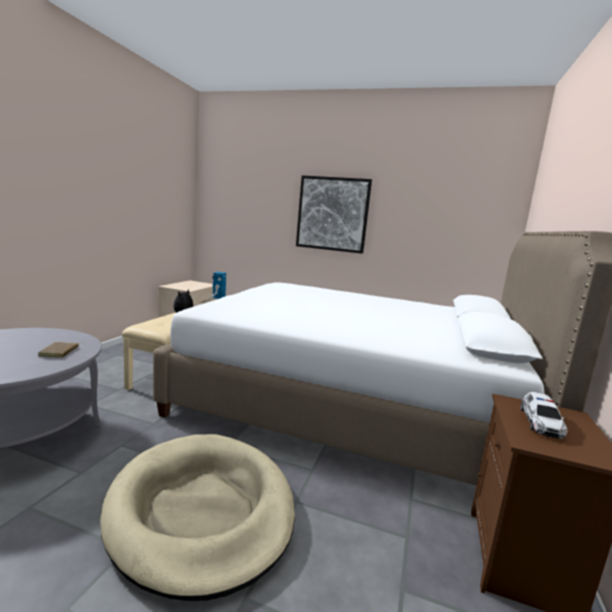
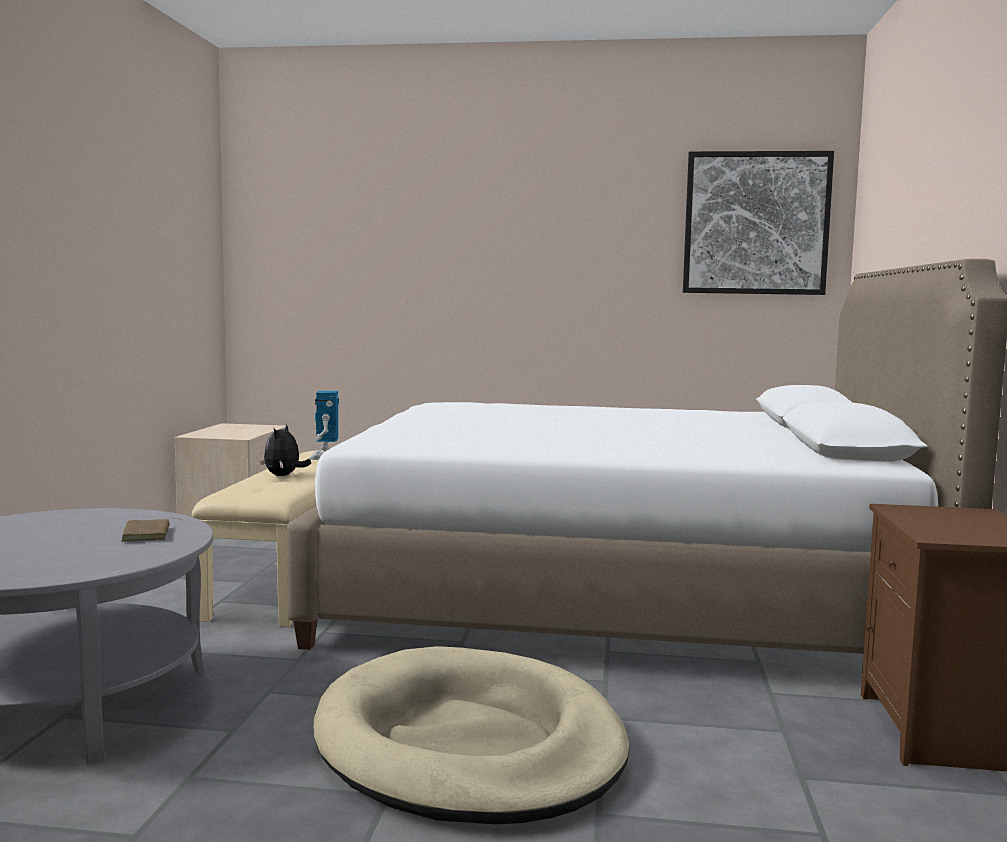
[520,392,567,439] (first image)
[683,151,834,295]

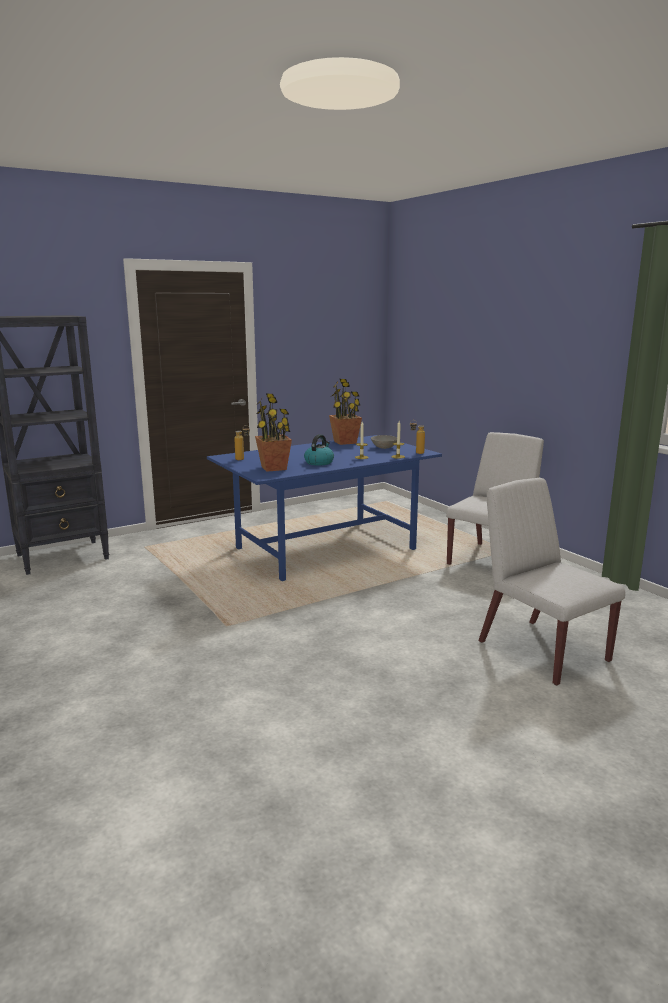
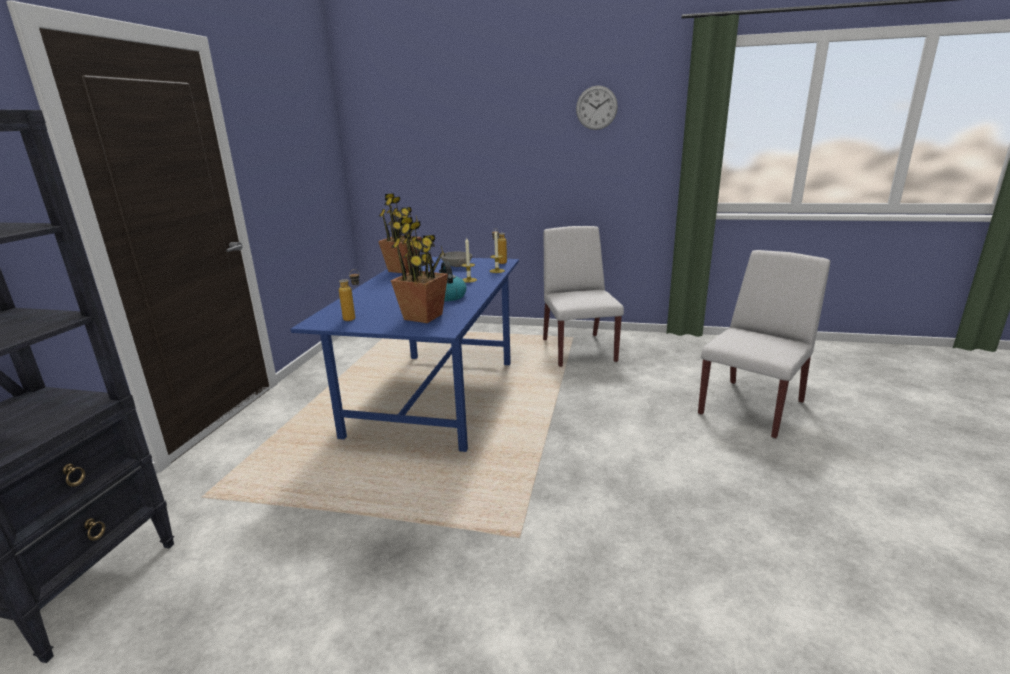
[576,85,618,130]
[698,250,830,439]

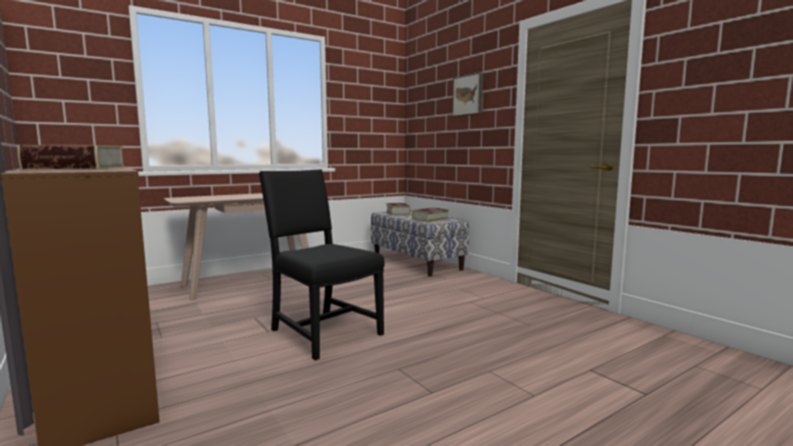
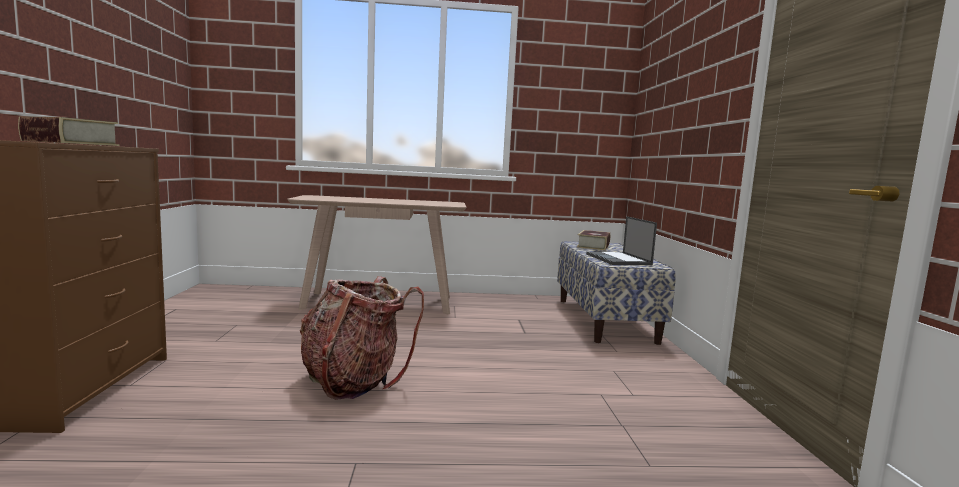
[452,73,483,117] (first image)
[300,276,424,400]
[586,216,657,265]

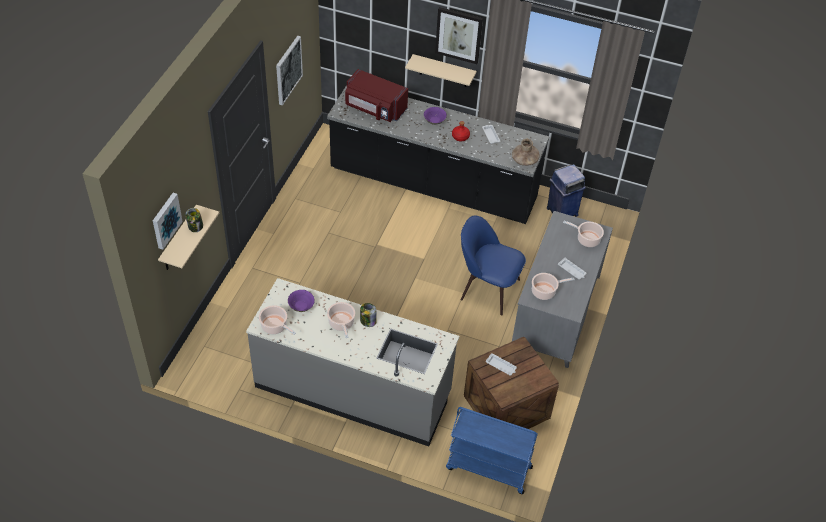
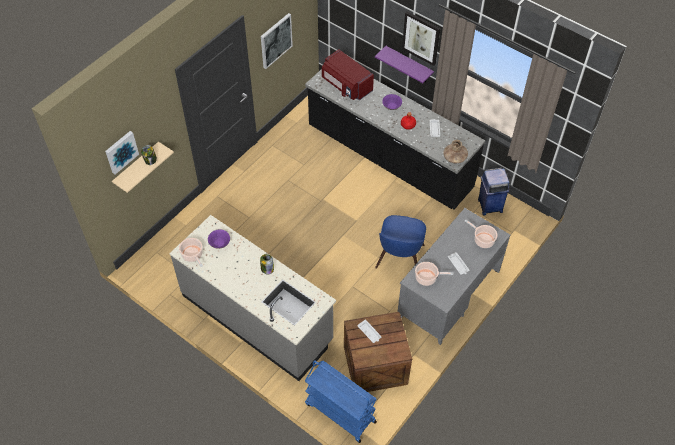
[327,302,355,338] (first image)
[375,46,434,83]
[375,215,426,269]

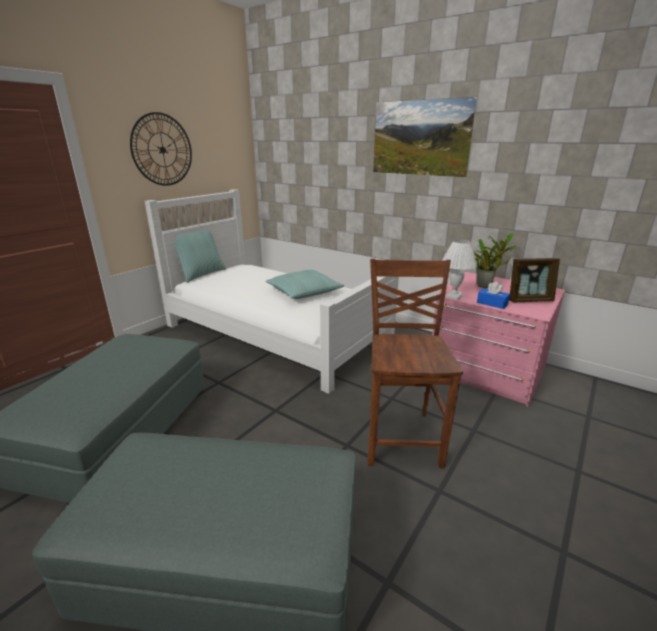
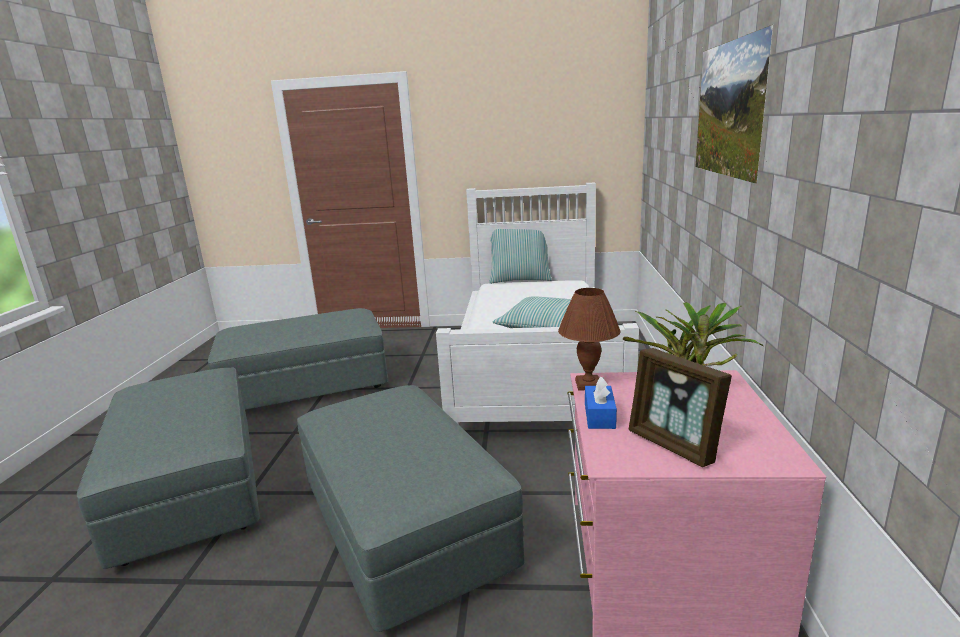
[130,112,192,186] (first image)
[297,385,524,632]
[558,288,621,391]

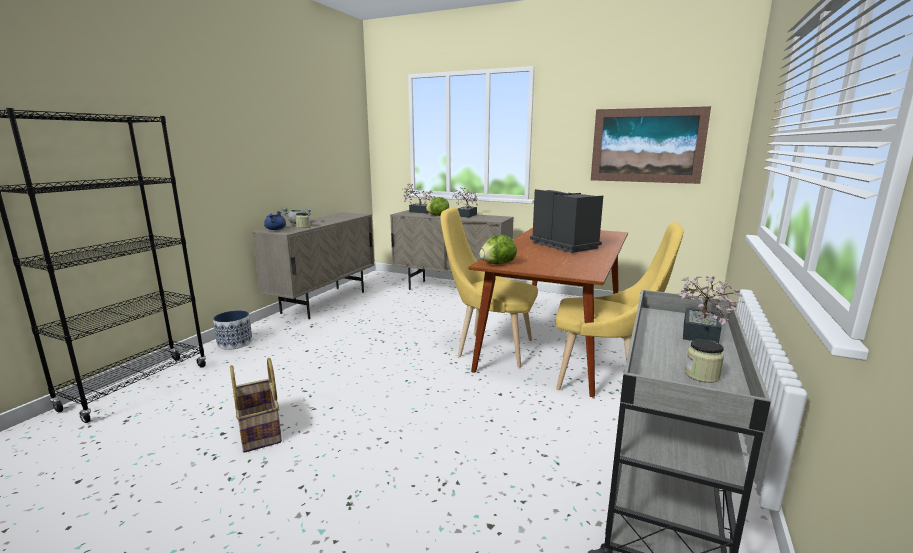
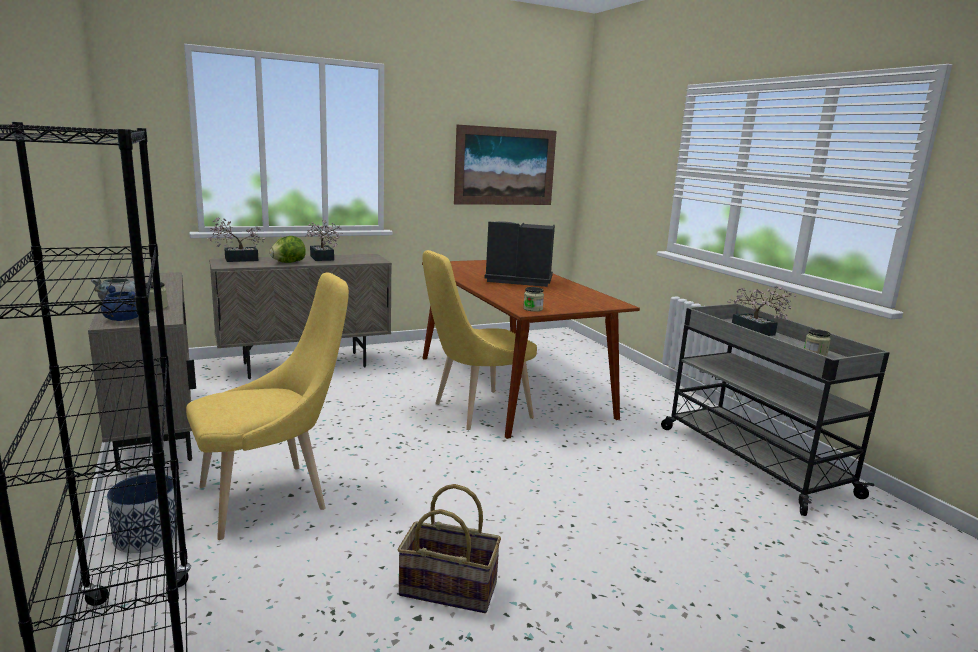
[186,272,349,540]
[523,287,544,312]

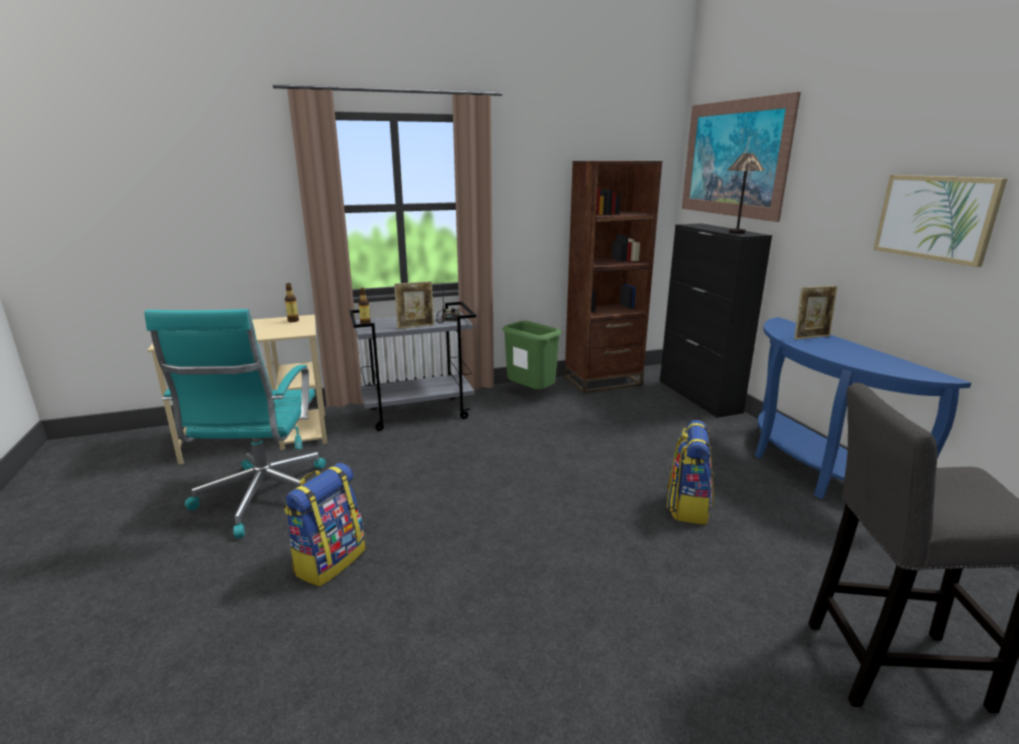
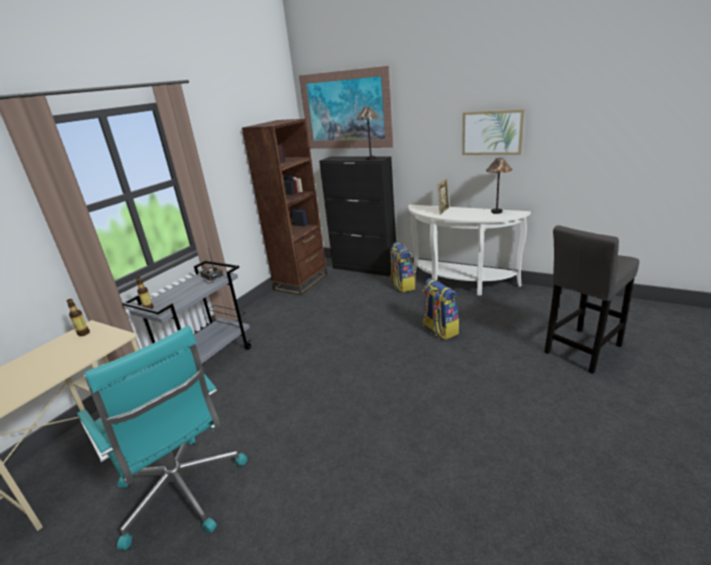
[394,281,434,329] (first image)
[502,321,562,390] (first image)
[486,158,512,214]
[390,242,415,292]
[408,205,531,296]

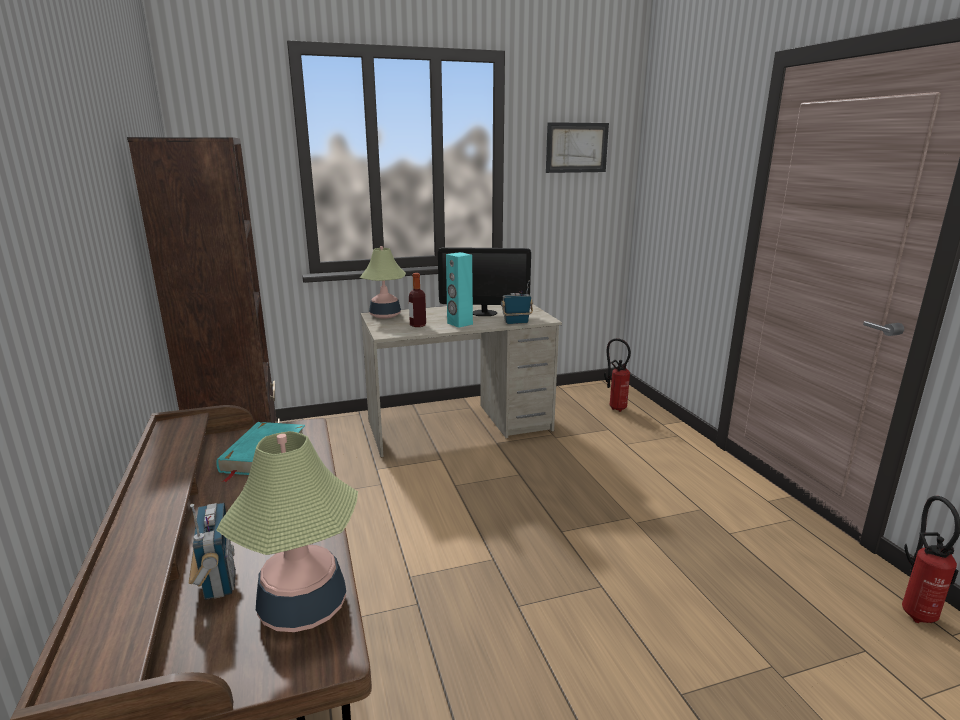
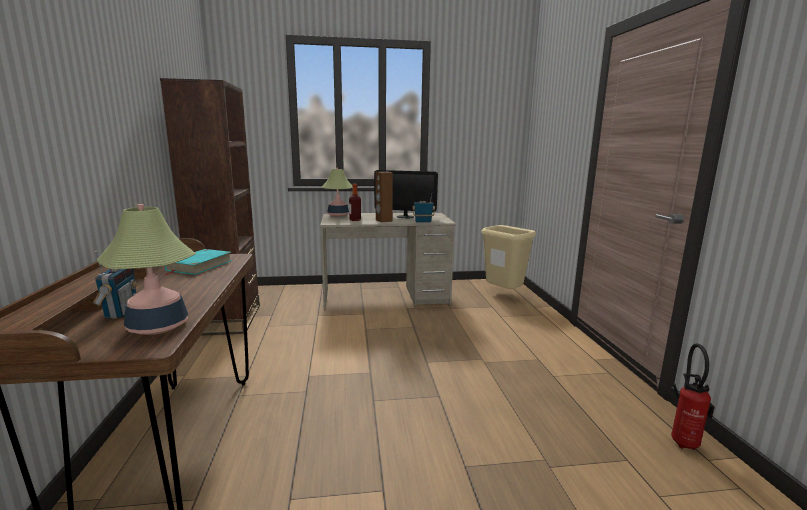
[546,122,609,173] (first image)
[481,225,536,289]
[375,171,393,222]

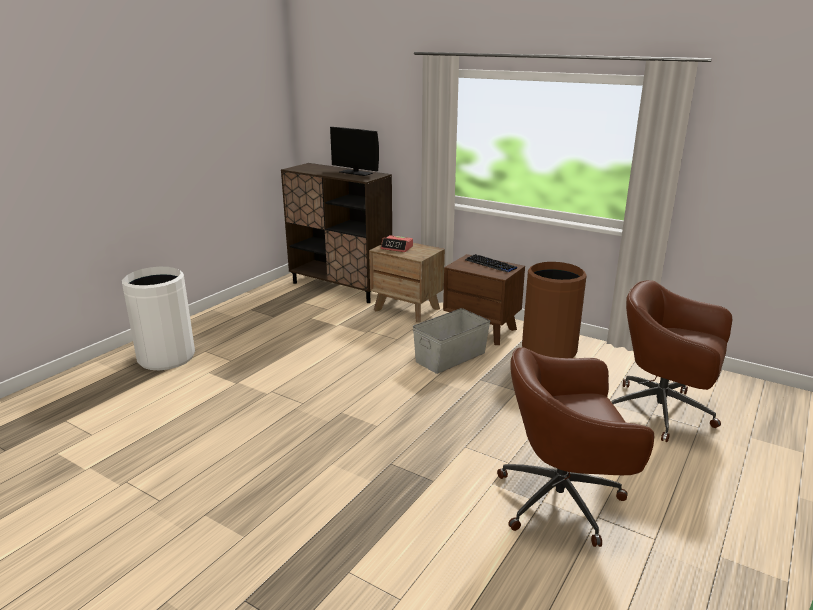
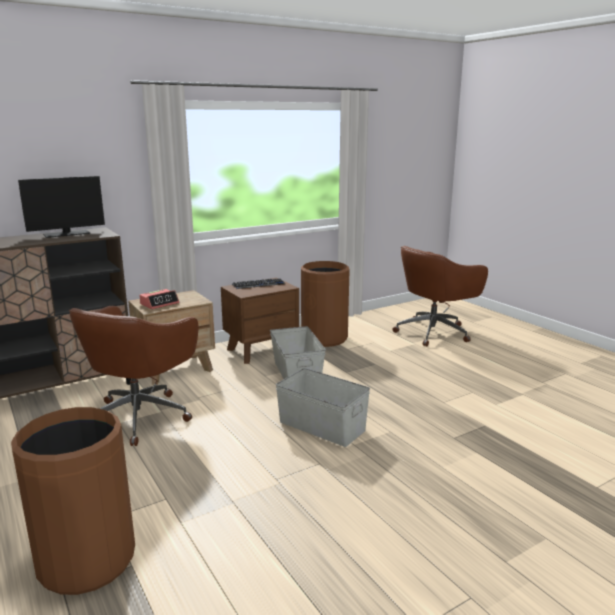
[276,368,370,447]
[69,306,198,446]
[11,407,135,595]

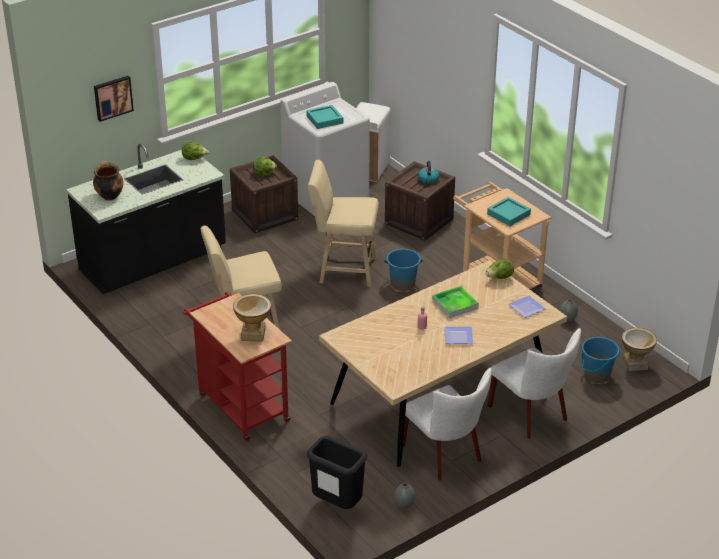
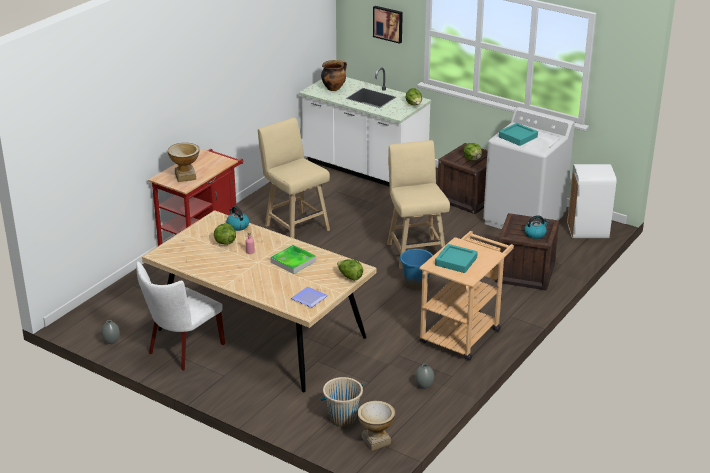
[307,436,367,509] (first image)
[444,326,473,344] (first image)
[488,328,581,439] (first image)
[214,223,236,245]
[226,206,249,231]
[299,67,431,186]
[321,377,363,427]

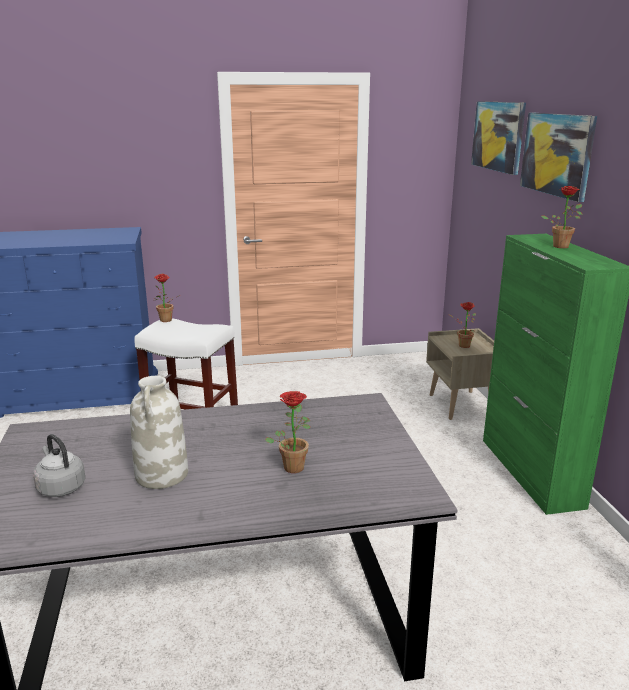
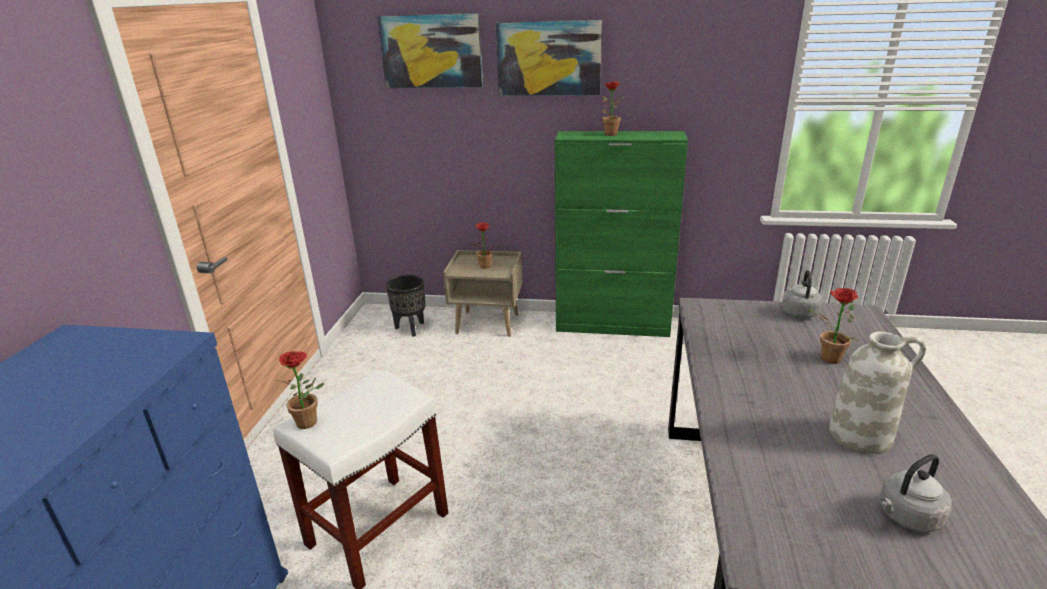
[386,275,426,337]
[781,270,822,318]

